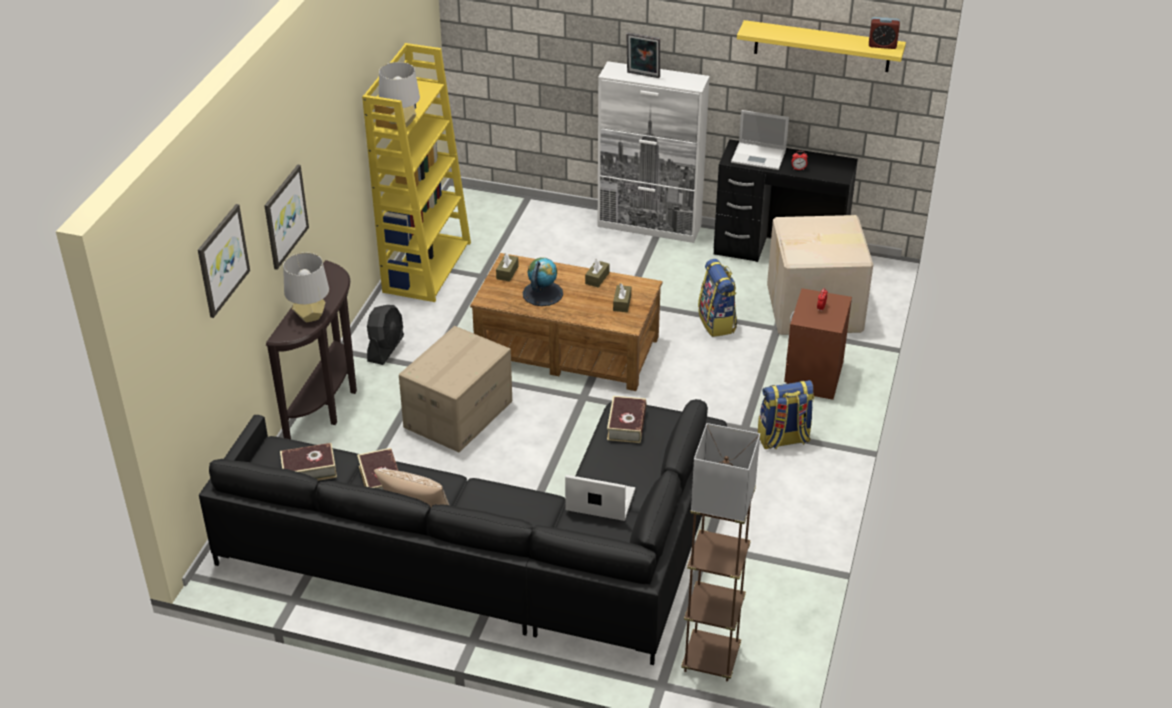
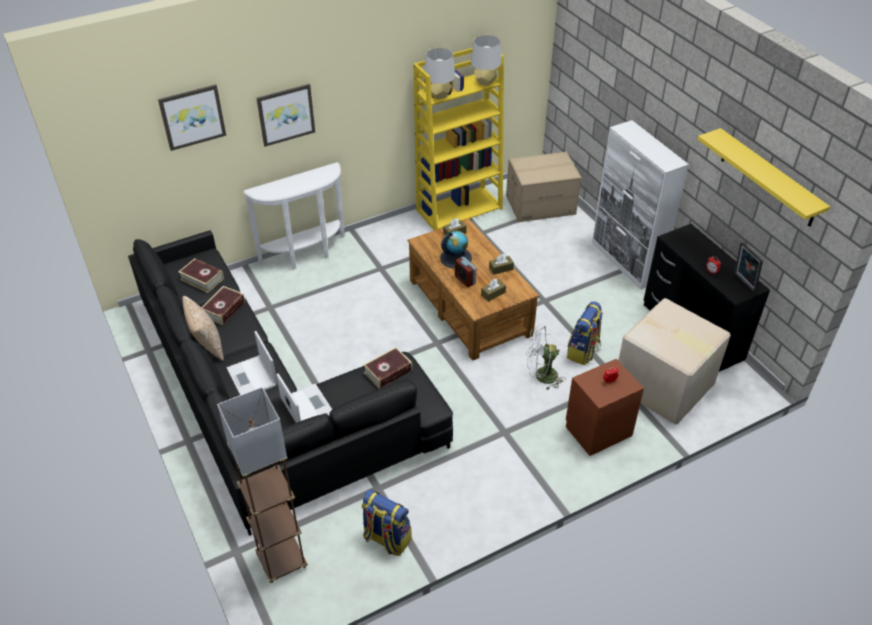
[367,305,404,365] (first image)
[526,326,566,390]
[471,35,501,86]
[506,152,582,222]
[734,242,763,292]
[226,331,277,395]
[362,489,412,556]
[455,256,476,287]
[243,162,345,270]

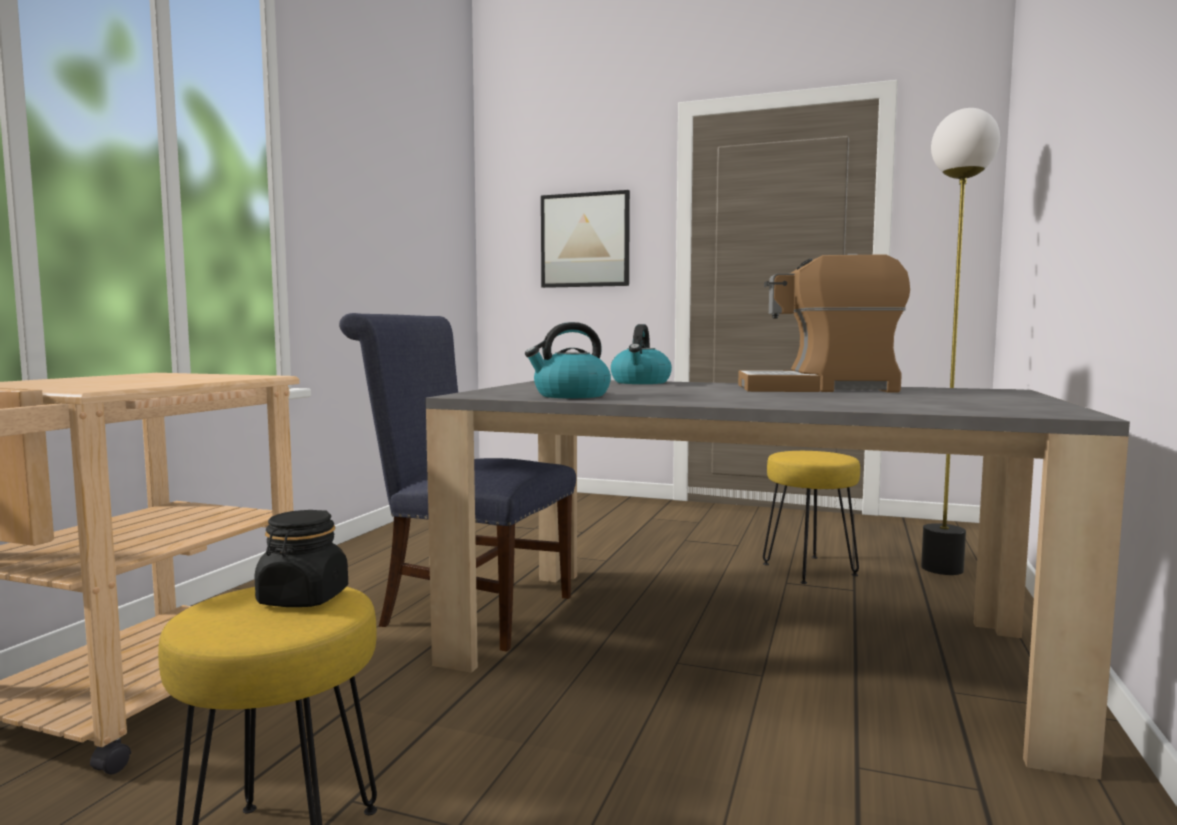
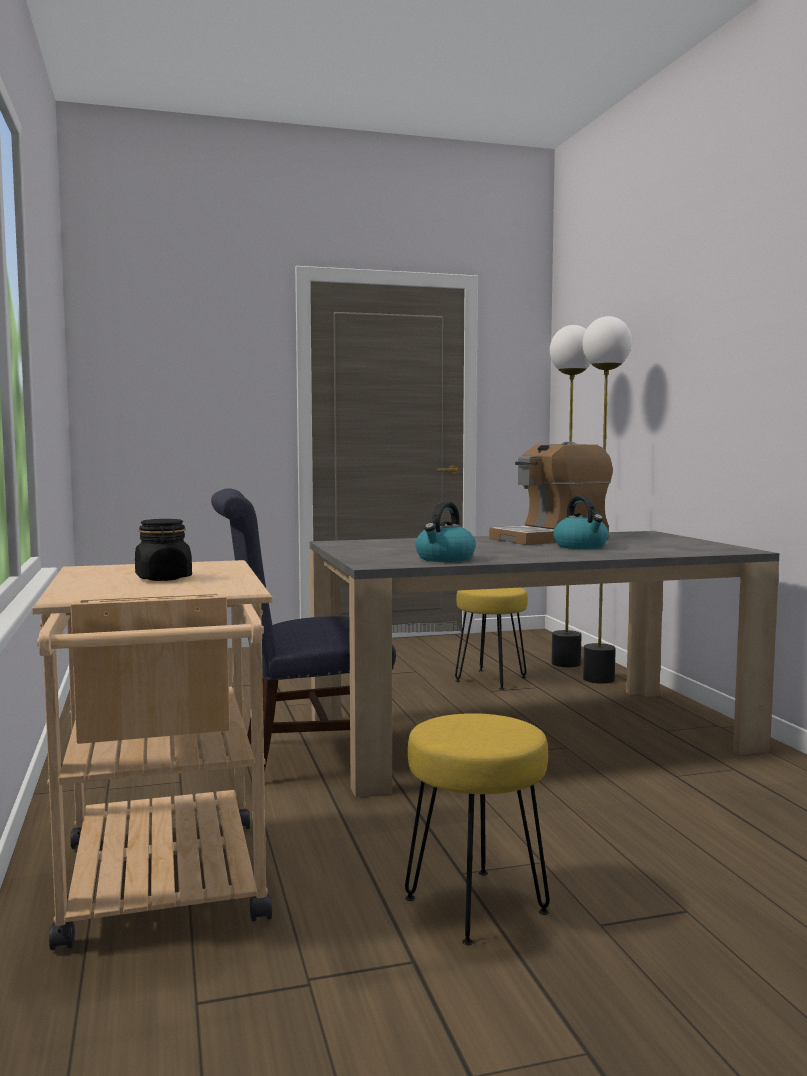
[541,190,630,288] (first image)
[582,316,632,684]
[135,519,192,581]
[553,495,608,549]

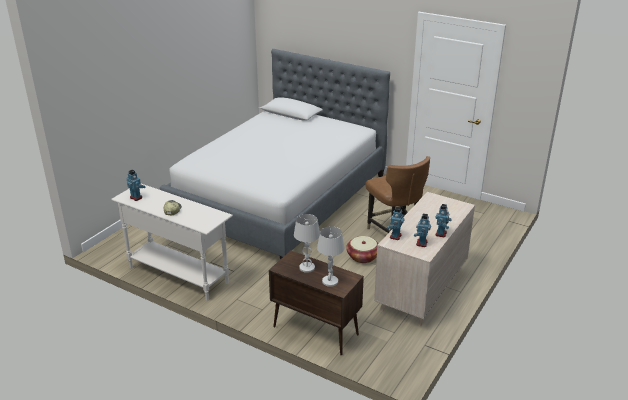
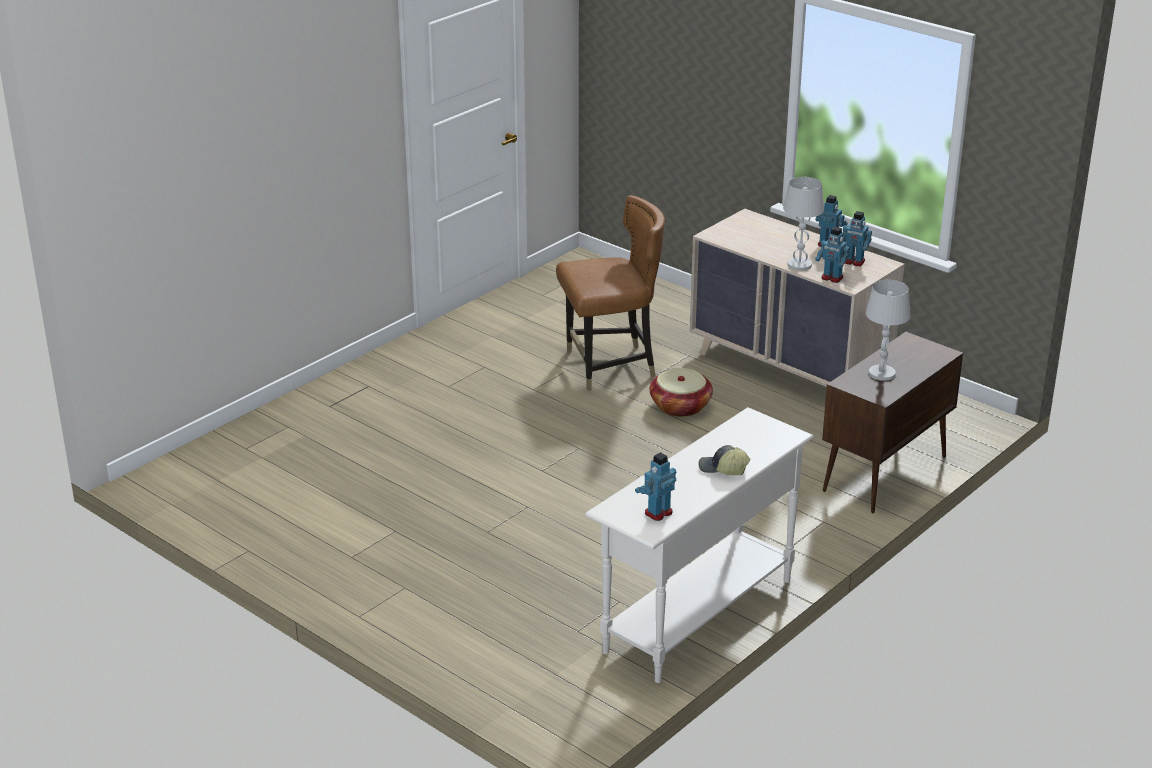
[159,49,390,260] (first image)
[783,177,824,271]

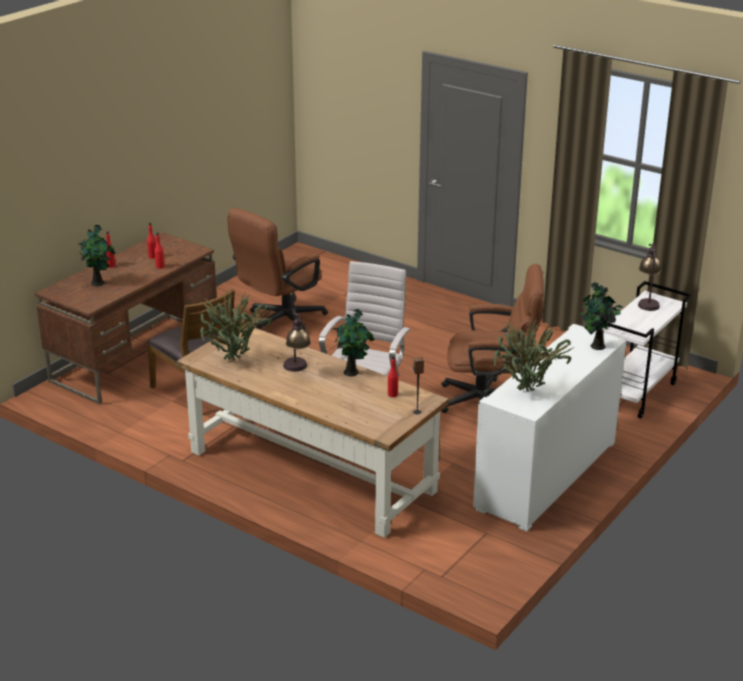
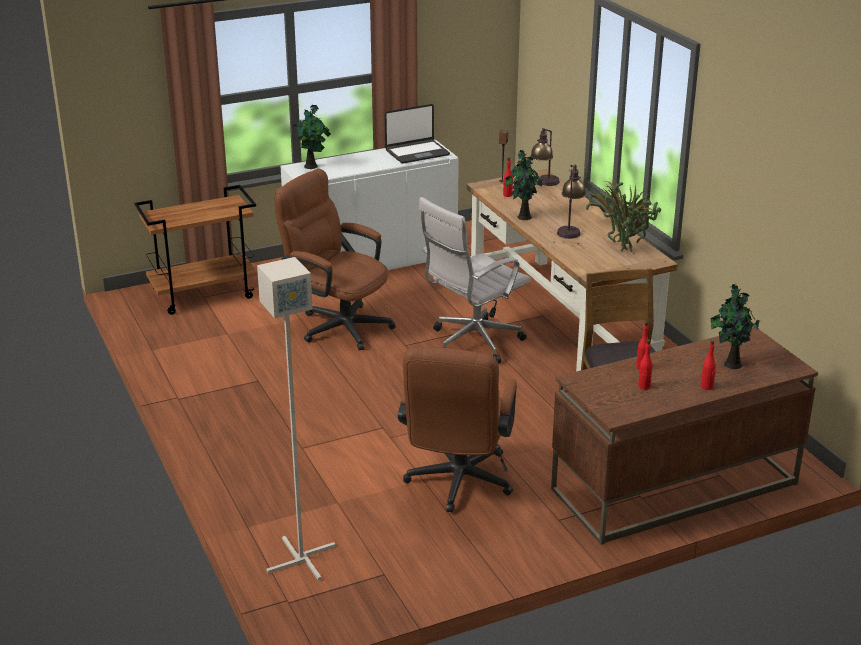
[257,257,335,581]
[530,128,560,186]
[384,104,450,163]
[134,185,258,315]
[398,347,517,513]

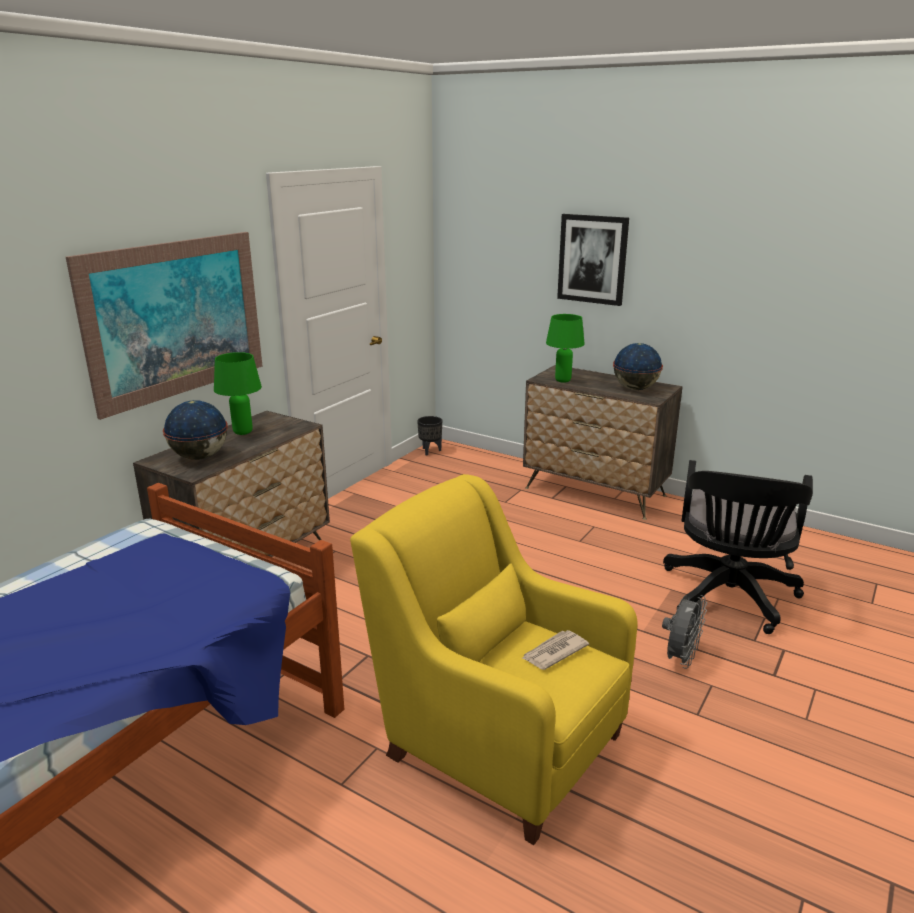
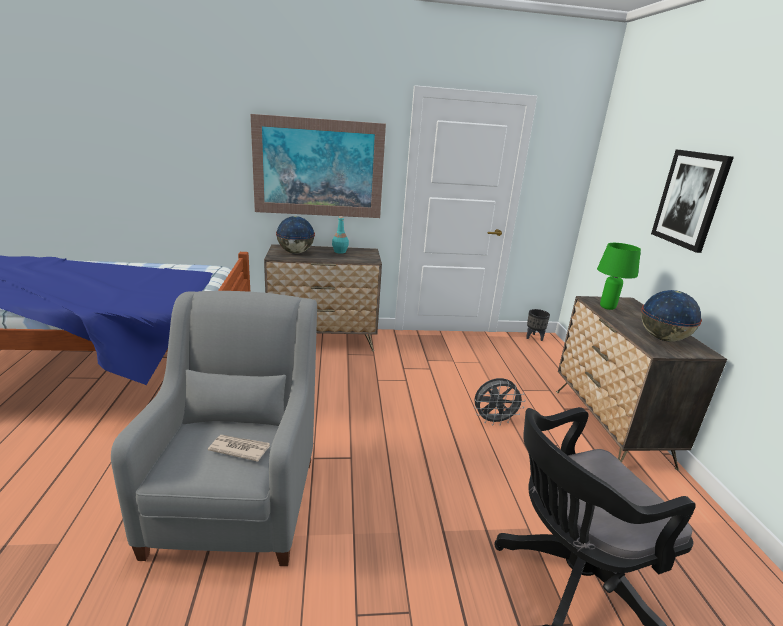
[474,378,525,426]
[332,216,349,254]
[111,291,317,566]

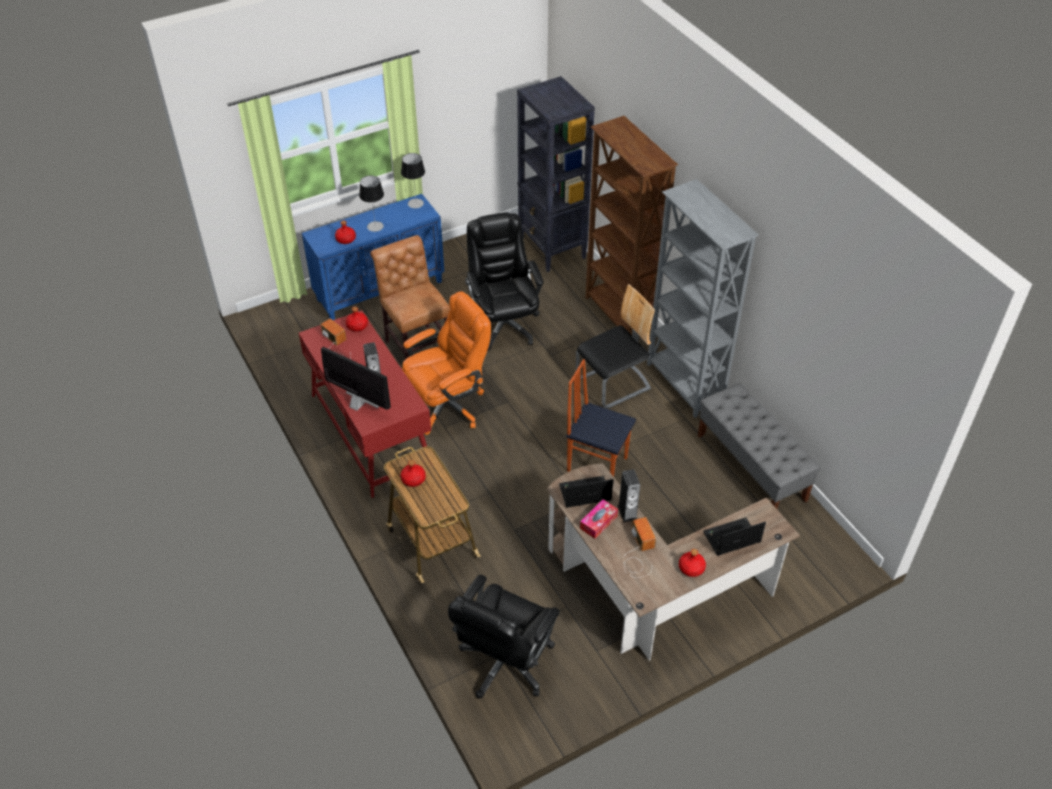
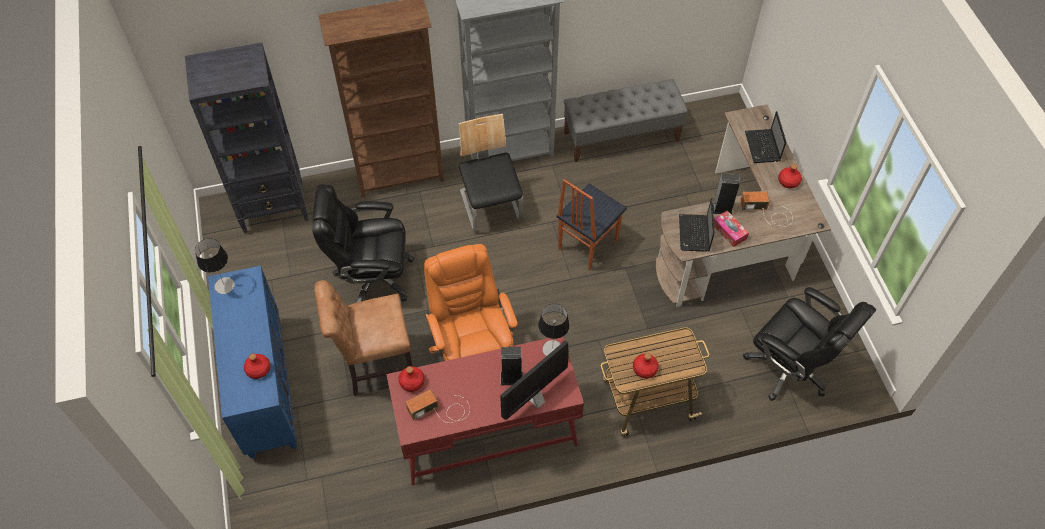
[538,304,570,356]

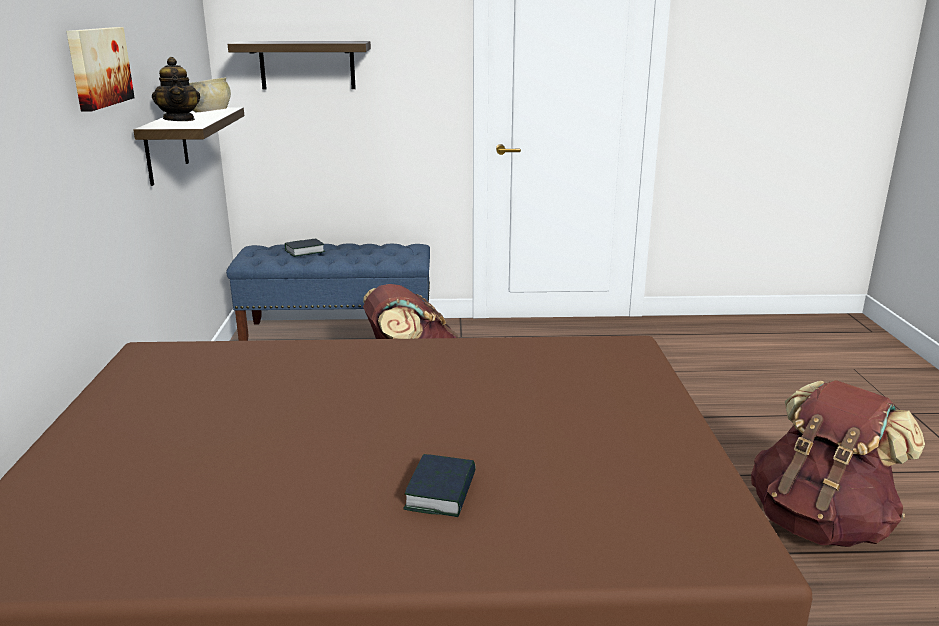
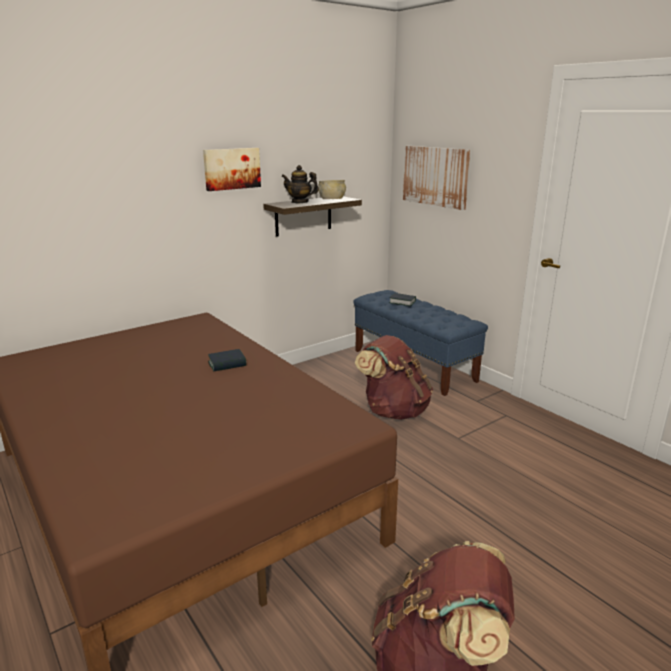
[208,349,246,372]
[403,146,471,210]
[281,165,319,203]

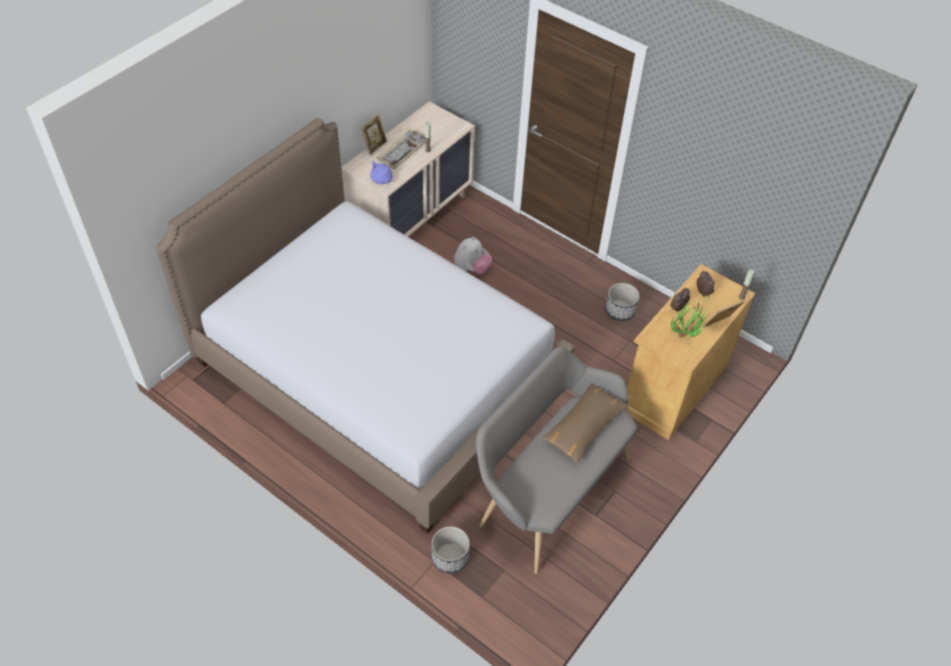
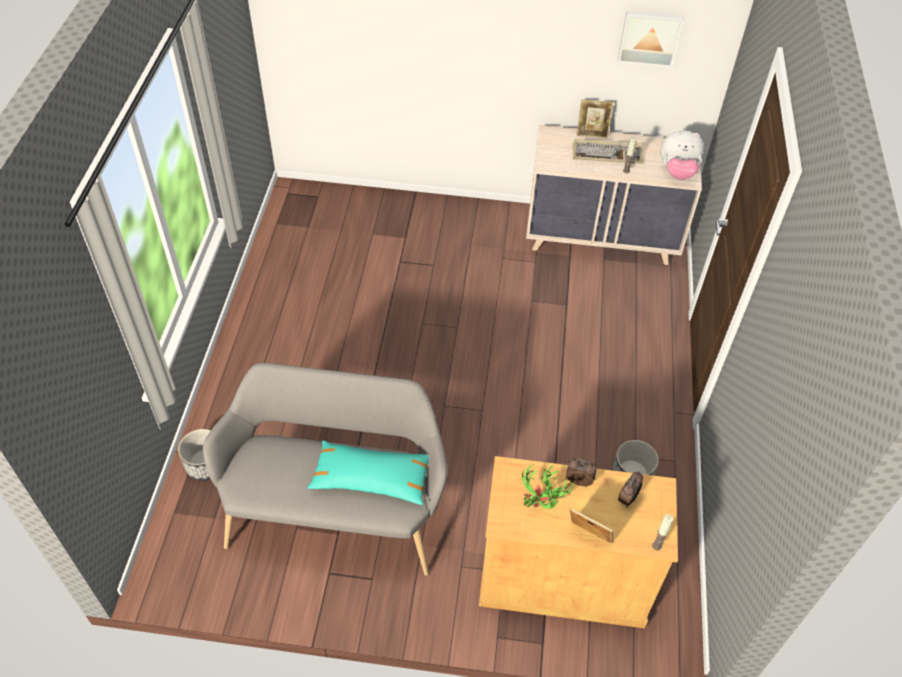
[156,118,574,534] (first image)
[370,161,393,184] (first image)
[618,11,683,68]
[660,131,704,180]
[308,440,429,505]

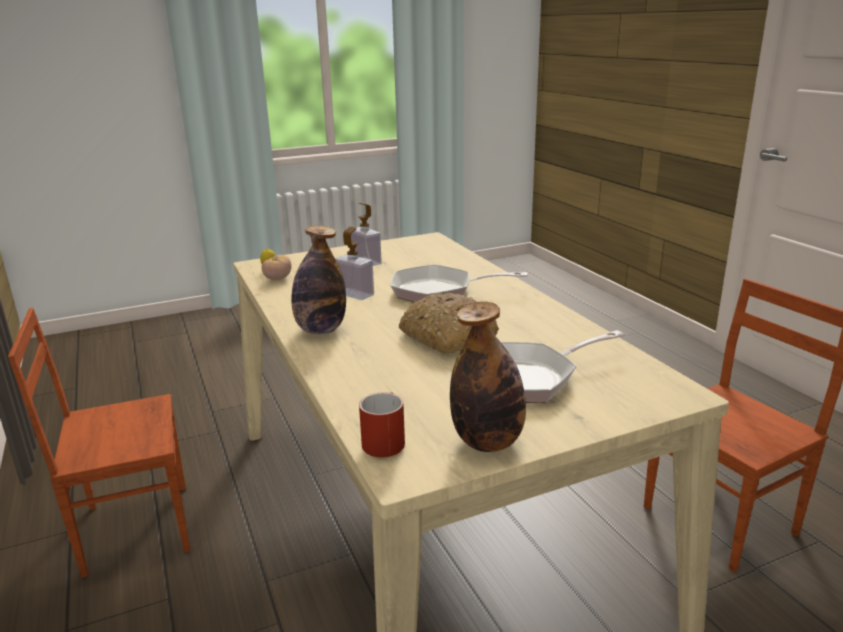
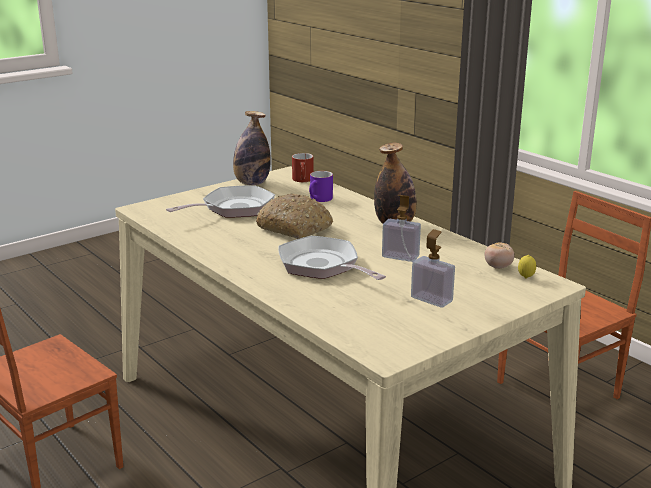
[309,171,333,202]
[278,236,386,280]

